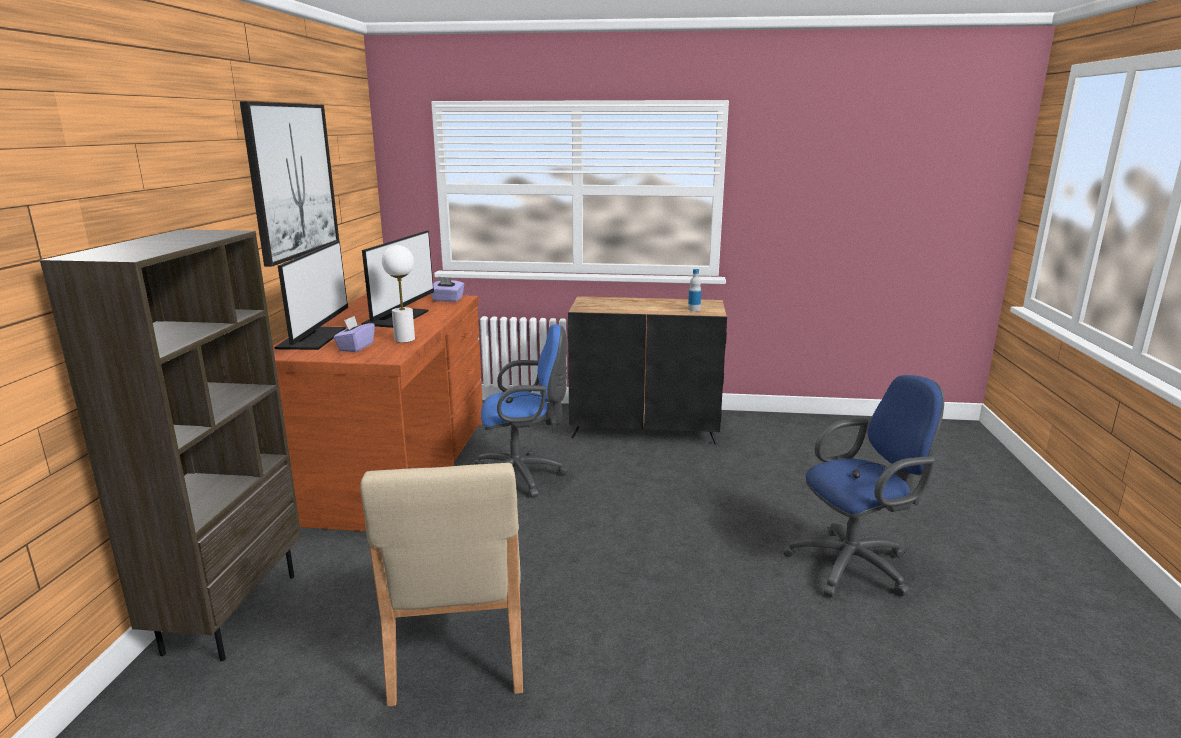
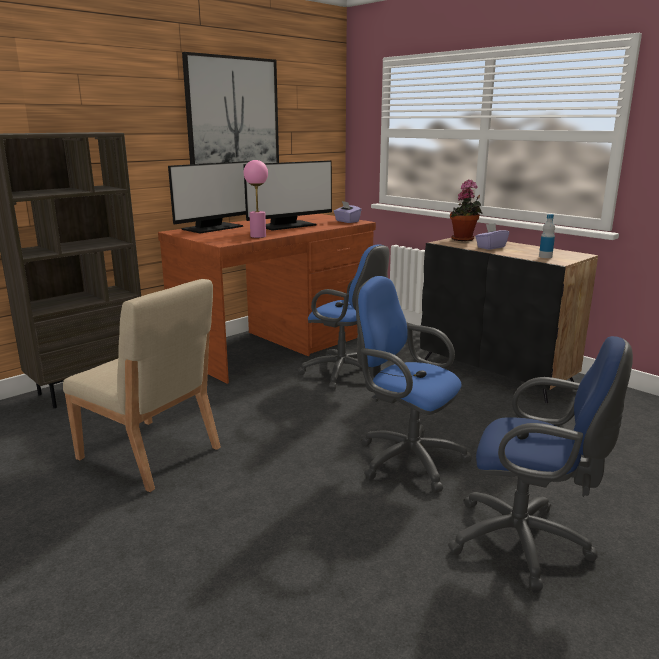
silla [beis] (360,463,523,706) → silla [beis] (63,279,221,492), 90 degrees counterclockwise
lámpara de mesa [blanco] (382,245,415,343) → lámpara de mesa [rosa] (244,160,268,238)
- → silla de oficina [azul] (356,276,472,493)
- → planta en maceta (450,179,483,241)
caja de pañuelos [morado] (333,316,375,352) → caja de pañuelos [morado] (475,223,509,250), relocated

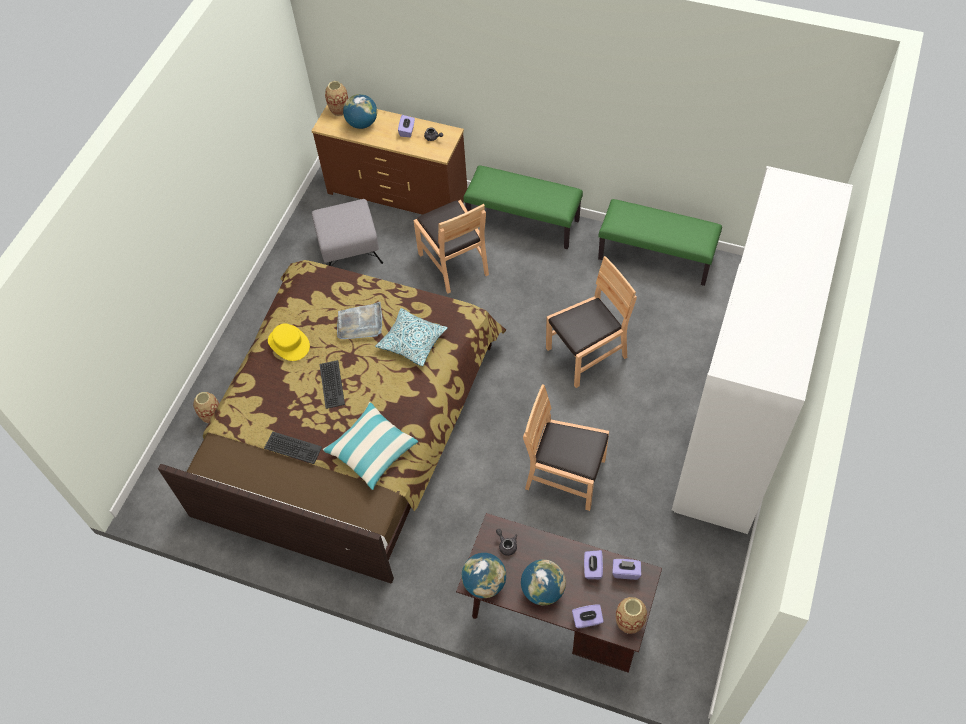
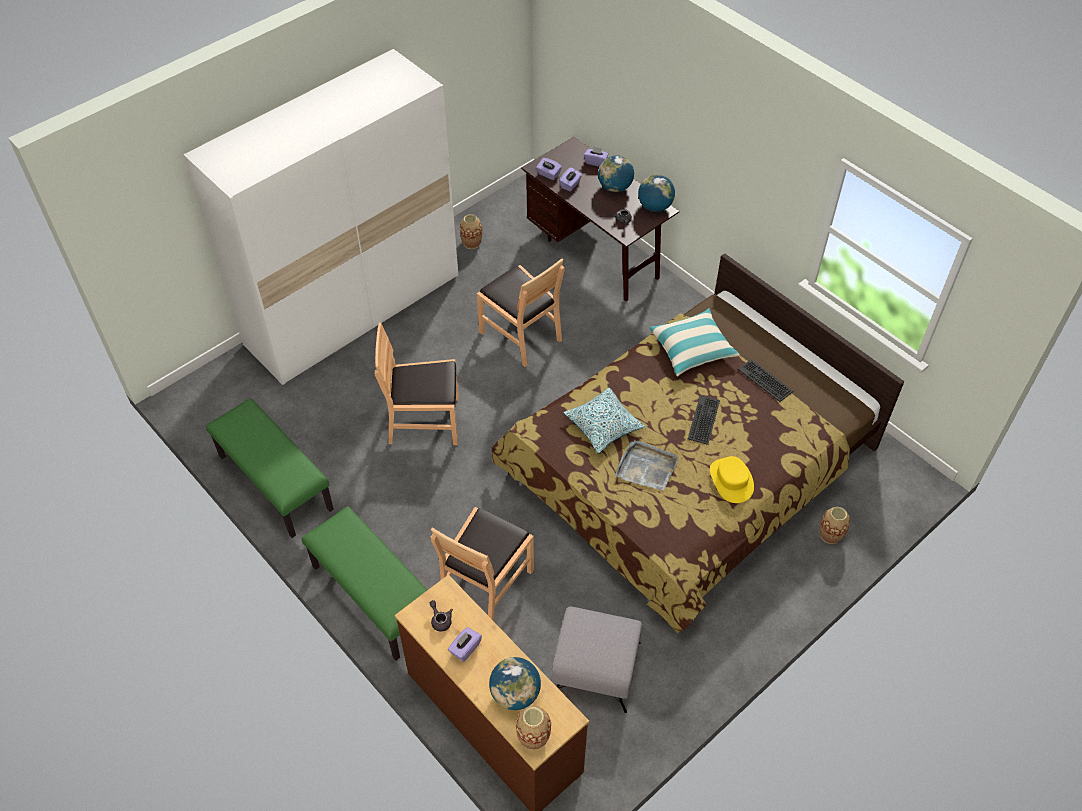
silla [marrón] (413,200,489,293) → silla [marrón] (430,507,534,621), 150 degrees counterclockwise
florero (616,597,647,634) → florero (460,214,482,249), relocated

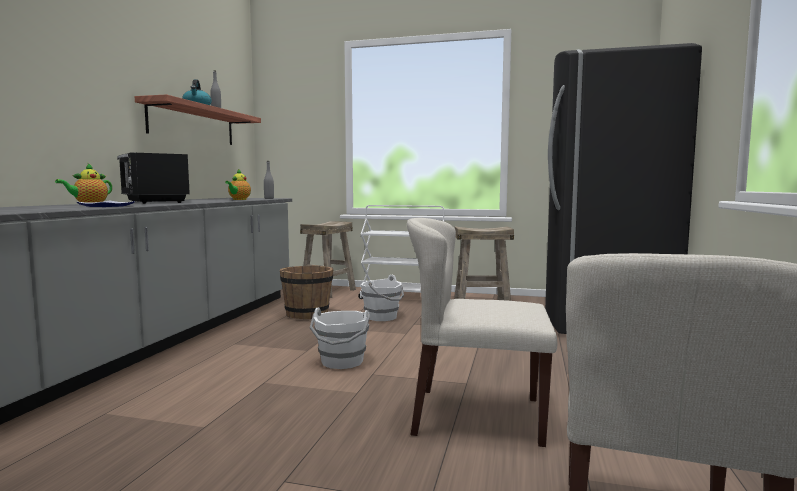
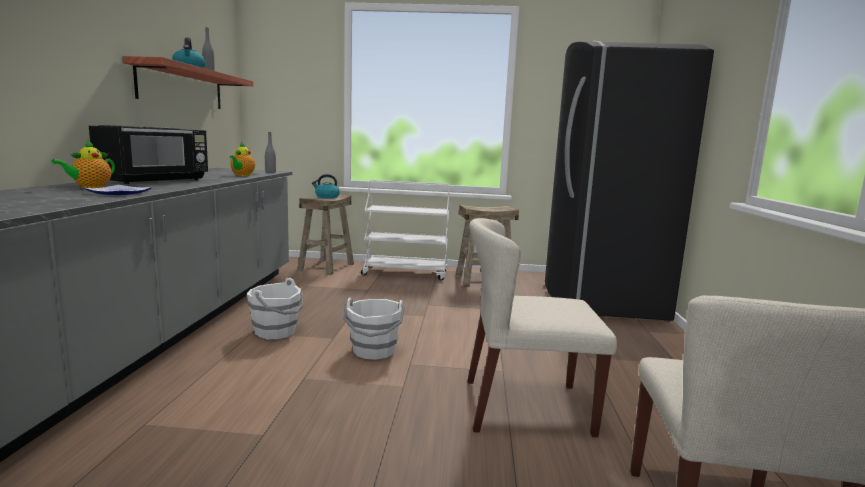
microondas [negro] (117,152,190,204) → microondas [negro] (89,125,208,184), 105 degrees counterclockwise
cubo [blanco] (361,275,404,321) → cubo [blanco] (247,278,304,339), relocated
- → hervidor (312,174,340,198)
cubo [marrón] (280,265,333,319) → -

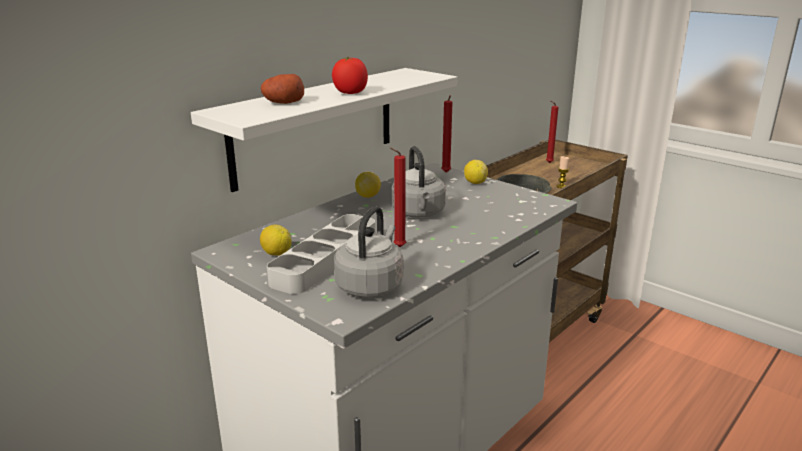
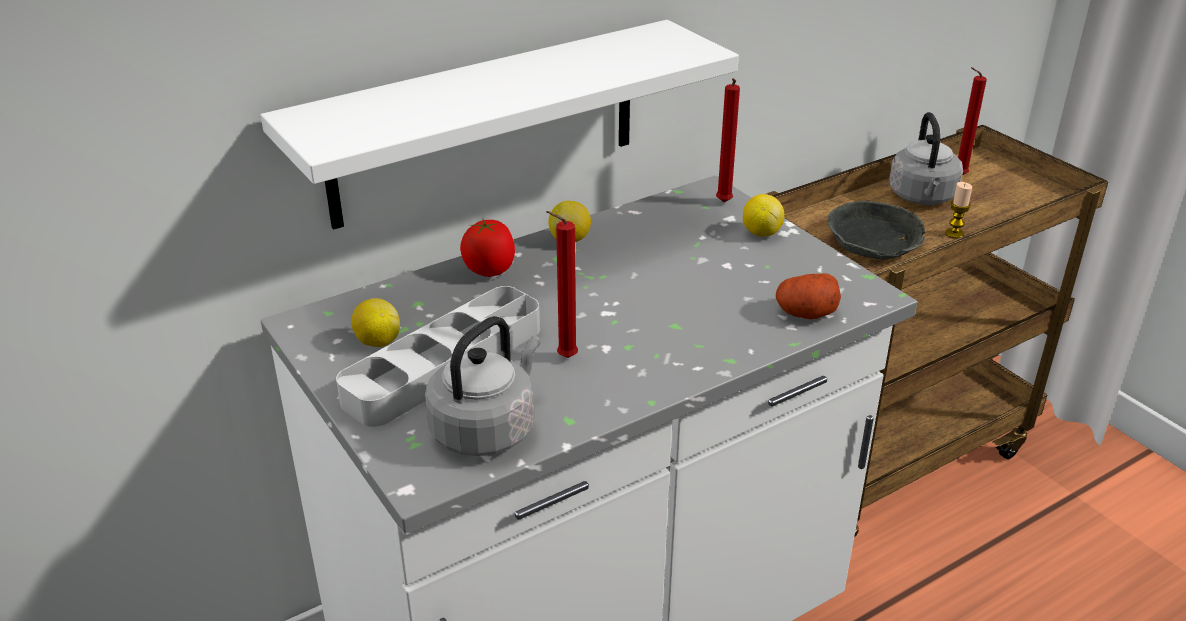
tomate (332,57,368,94) → tomate (460,219,515,277), relocated
patata (261,74,304,104) → patata (776,273,841,319), relocated
hervidor [gris] (392,146,446,218) → hervidor [gris] (889,112,963,205), relocated

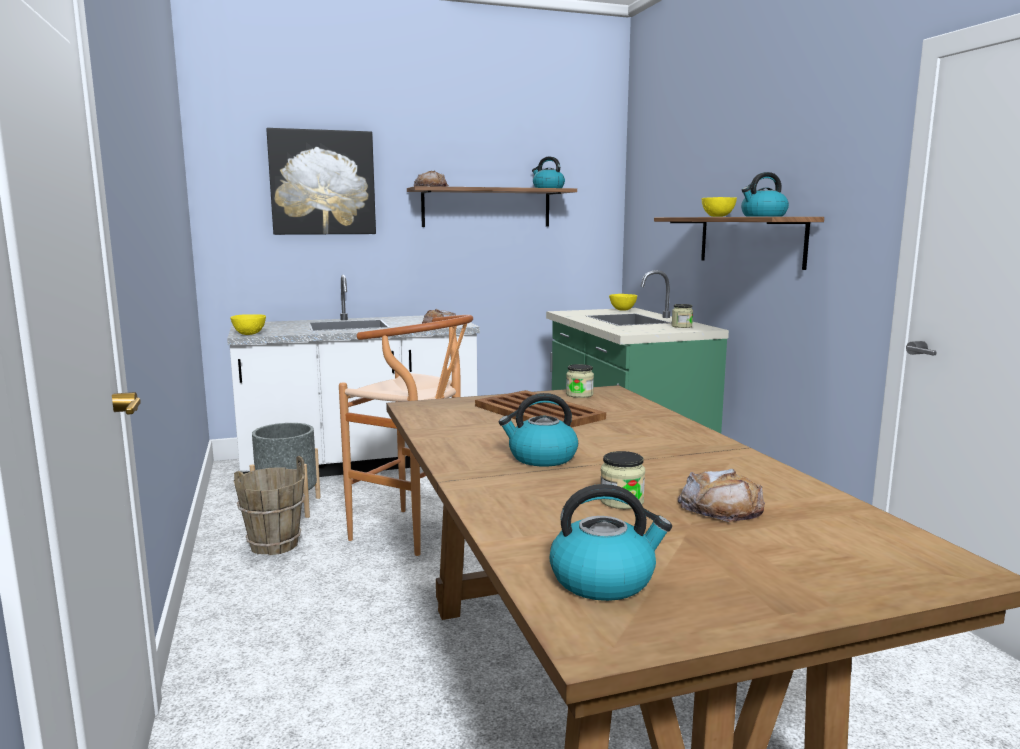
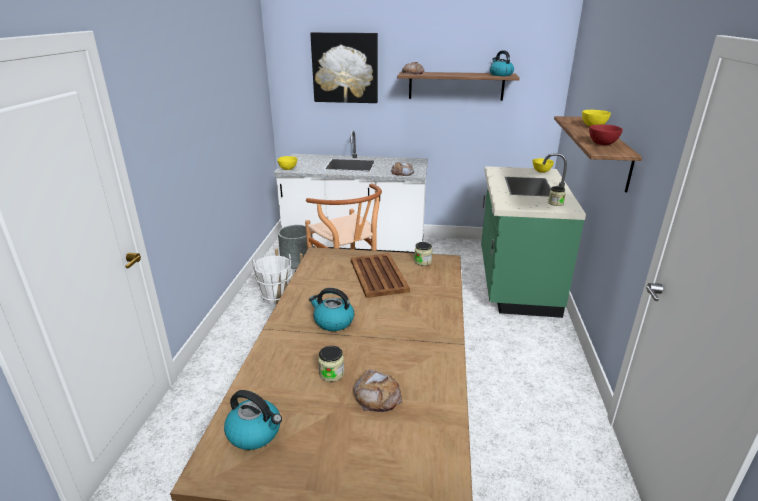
cubo [marrón] (234,456,305,555) → cubo [blanco] (252,254,292,305)
hervidor (741,172,789,217) → cuenco [rojo] (589,125,623,145)

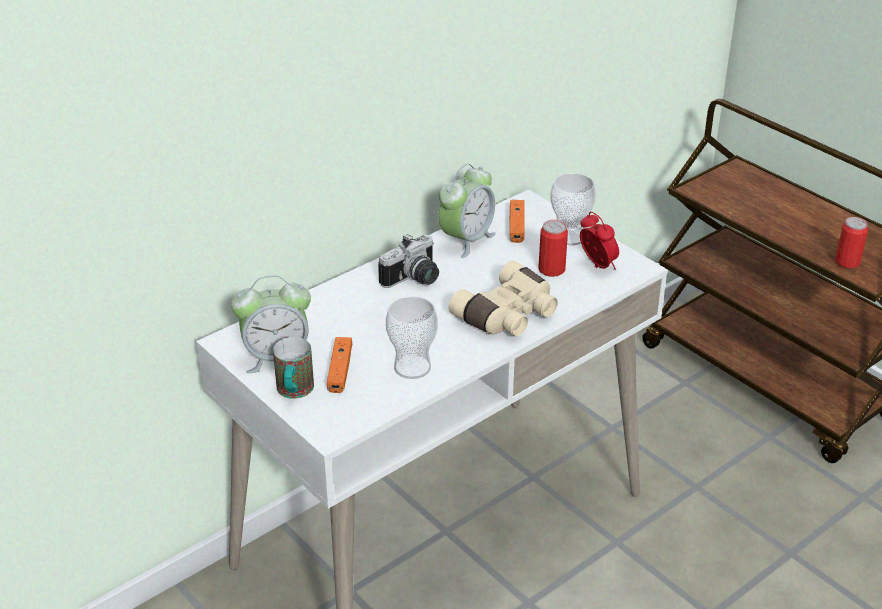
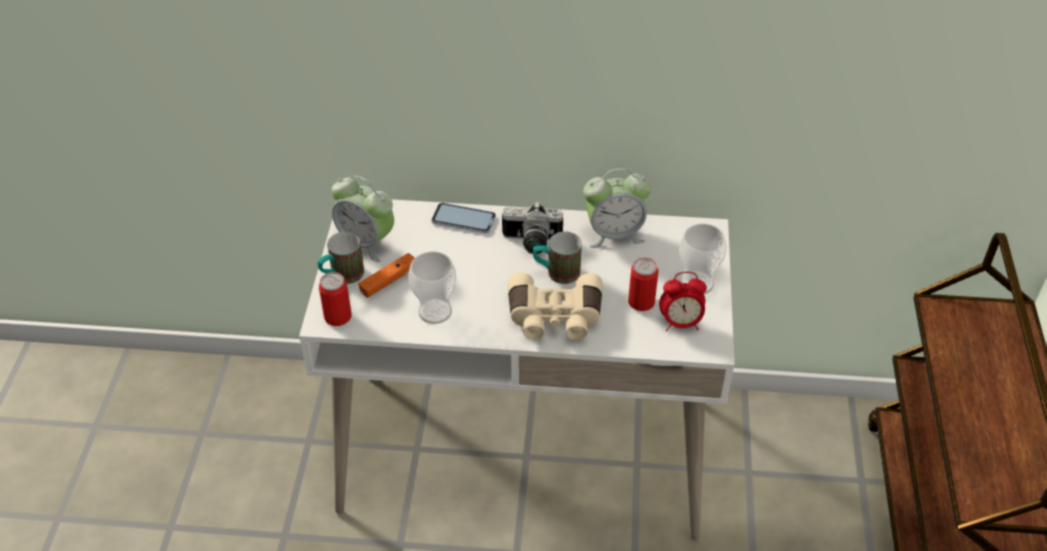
lata (835,217,868,268) → lata (319,272,351,326), relocated
- → móvil (431,203,496,234)
- → taza grande (533,232,582,284)
despertador (580,212,619,270) → despertador (659,272,707,331), 75 degrees clockwise
mando de consola [naranja] (510,200,525,243) → -

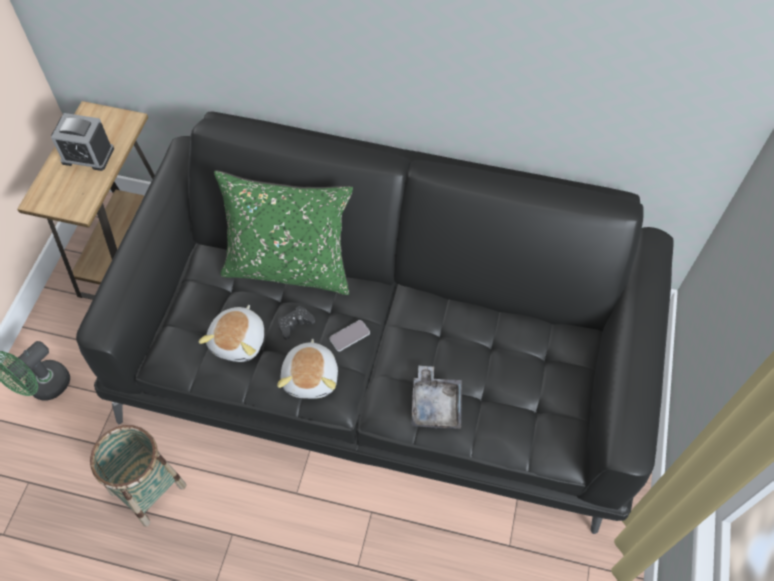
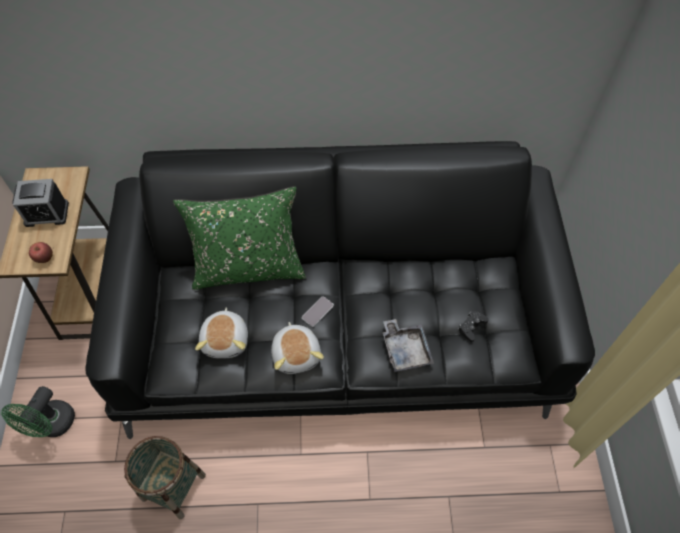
- → manzana (29,242,53,263)
mando de consola [negro] (278,306,315,340) → mando de consola [negro] (458,311,489,342), relocated

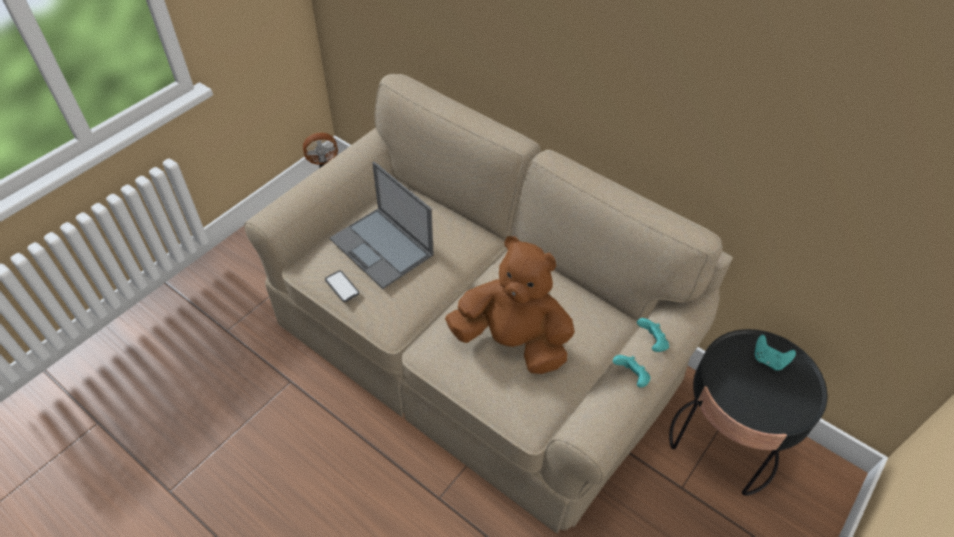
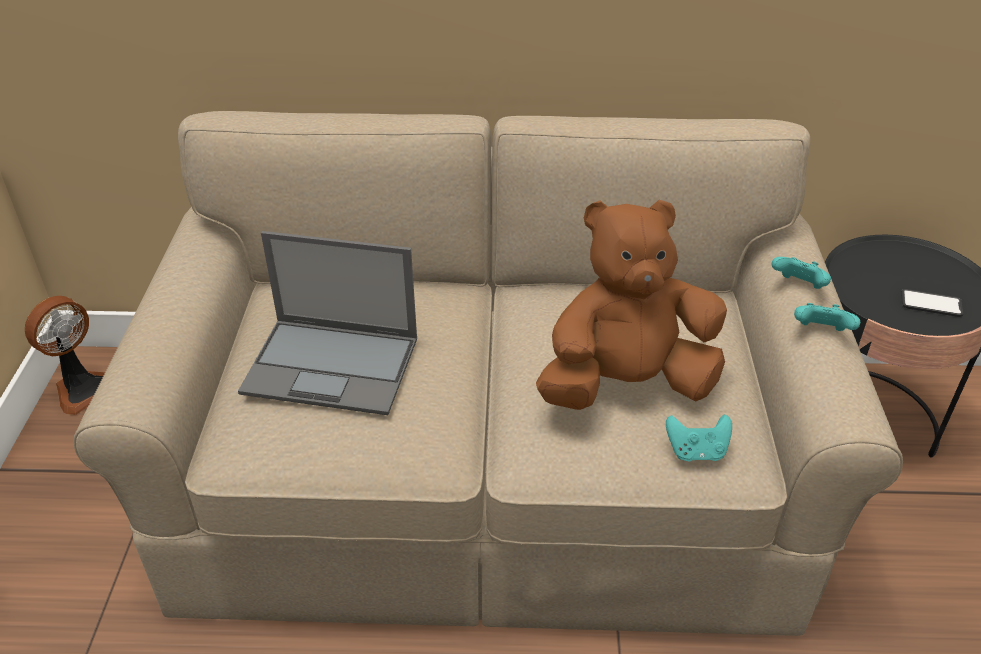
mando de consola [turquesa] (754,335,796,371) → mando de consola [turquesa] (666,415,732,461), relocated
móvil (325,270,359,302) → móvil (901,289,964,317), relocated

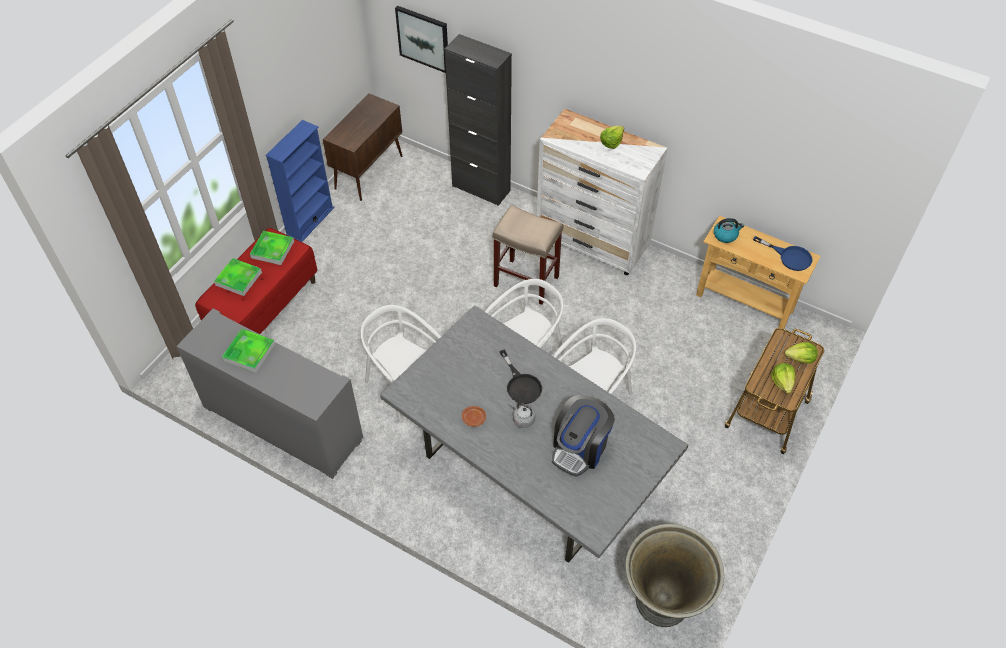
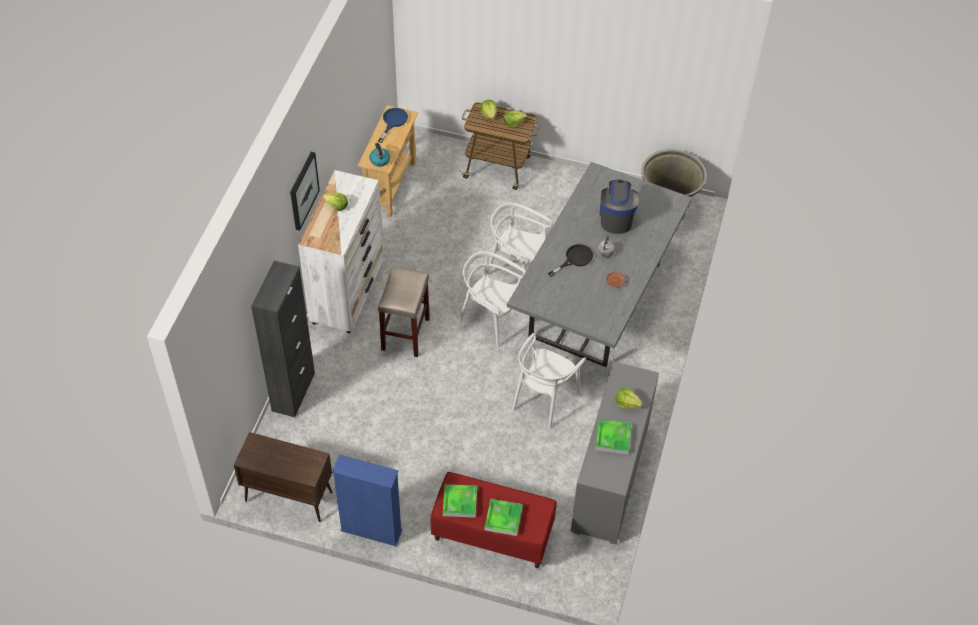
cuadro (395,6,448,73) → cuadro (290,152,320,231), relocated
cafetera (552,395,615,477) → cafetera (600,179,639,234), 105 degrees counterclockwise
- → lechuga (615,388,643,409)

